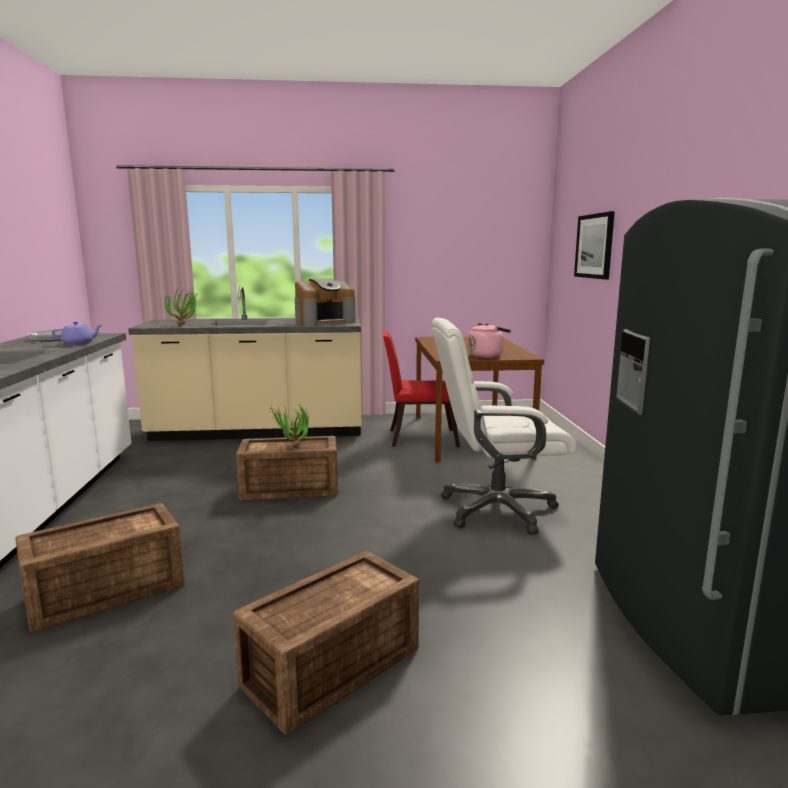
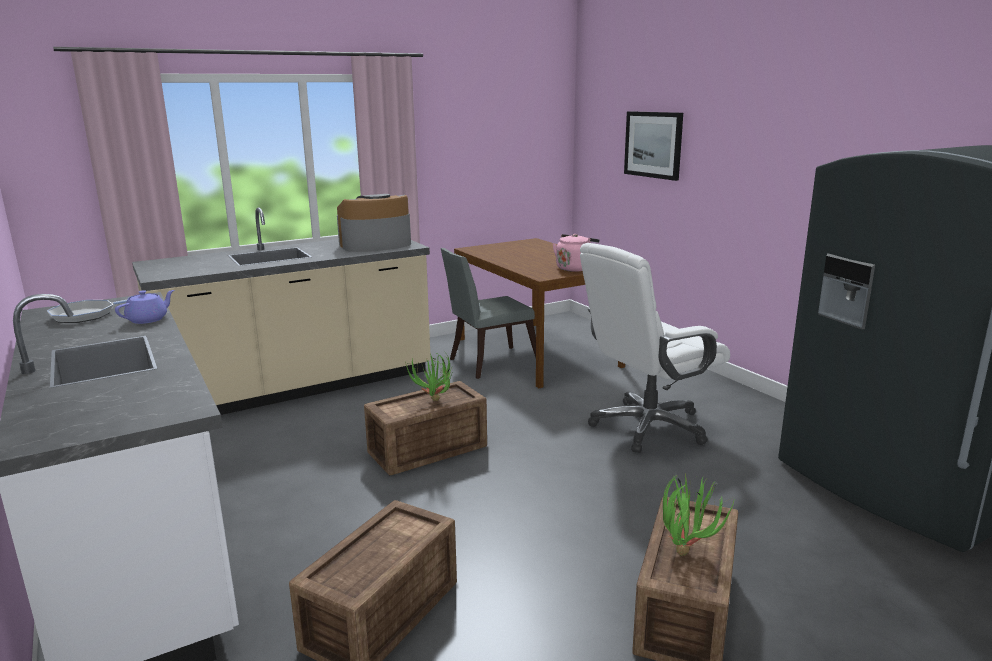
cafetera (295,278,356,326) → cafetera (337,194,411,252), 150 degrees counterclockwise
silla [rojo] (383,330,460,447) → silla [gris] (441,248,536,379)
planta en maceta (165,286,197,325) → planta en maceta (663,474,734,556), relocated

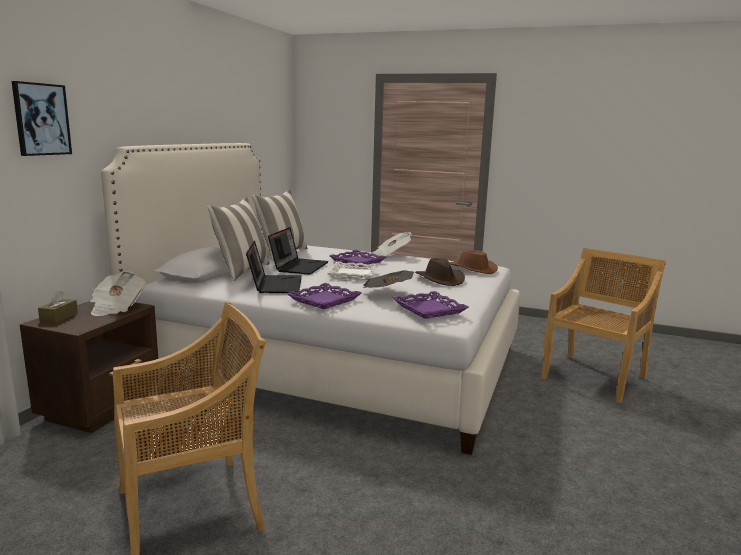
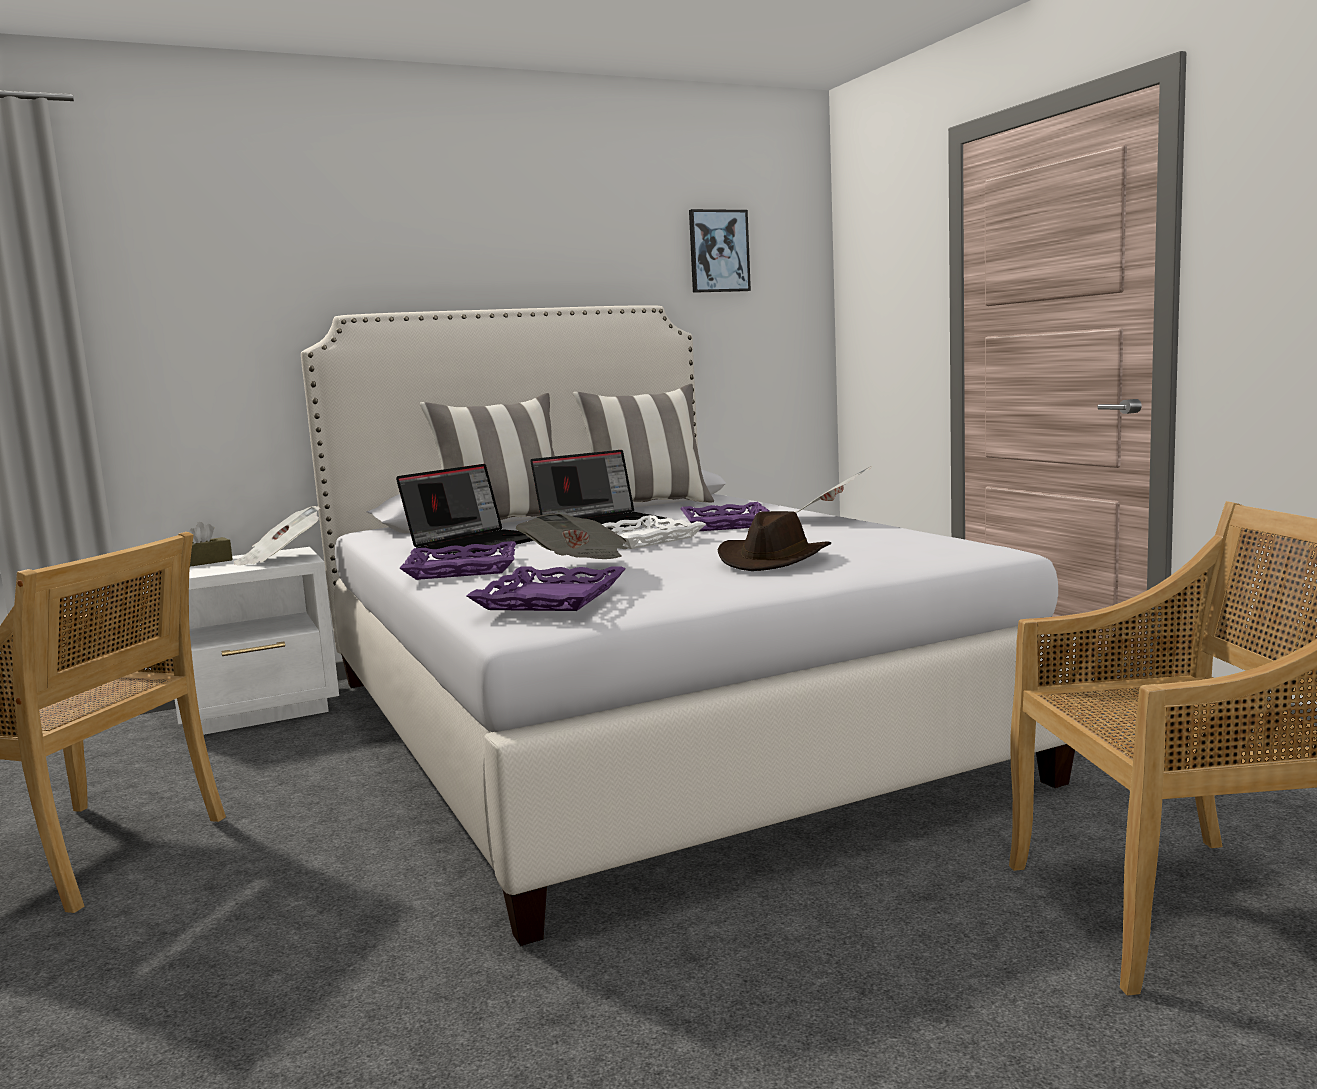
mesita de noche [marrón] (20,301,158,433) → mesita de noche [blanco] (175,547,339,735)
cuadro (11,81,72,156) → cuadro (689,209,751,293), relocated
sombrero [marrón] (449,250,498,274) → -

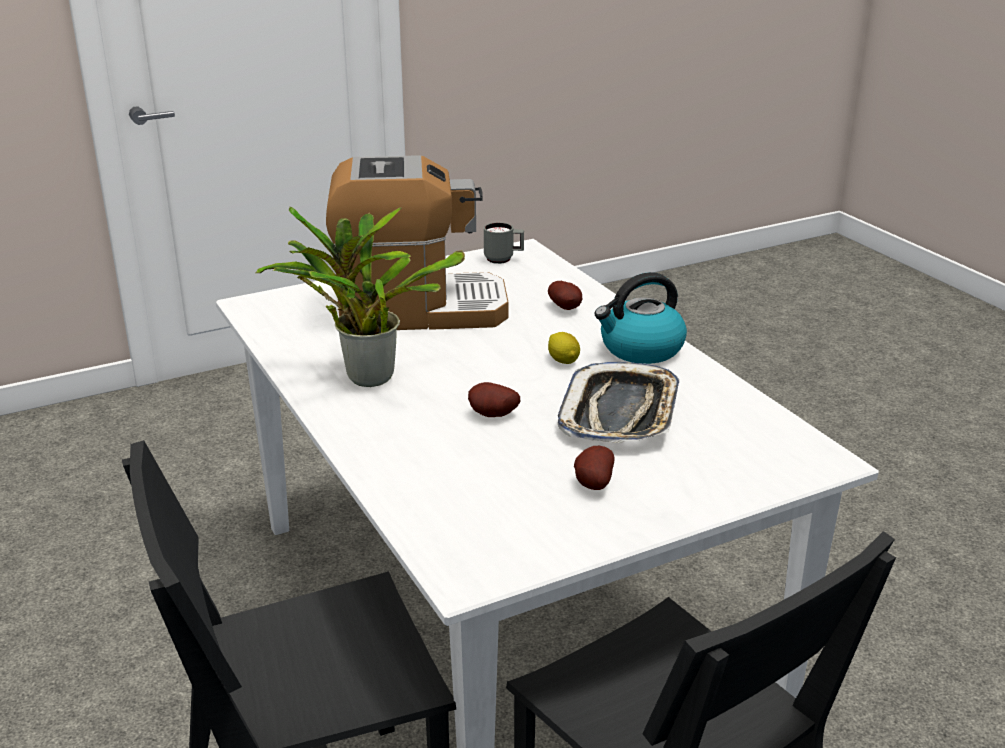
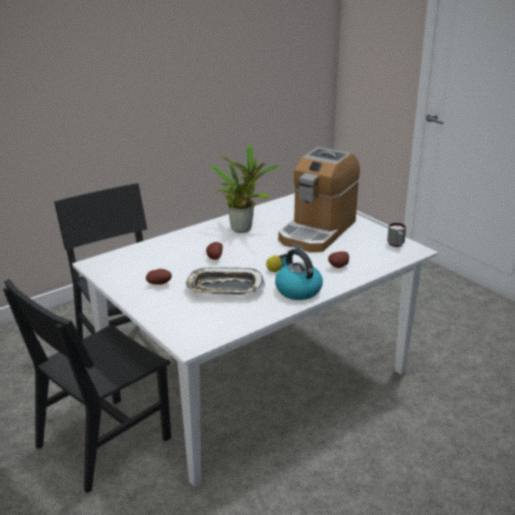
cafetera (326,155,509,330) → cafetera (278,147,360,252), 45 degrees clockwise

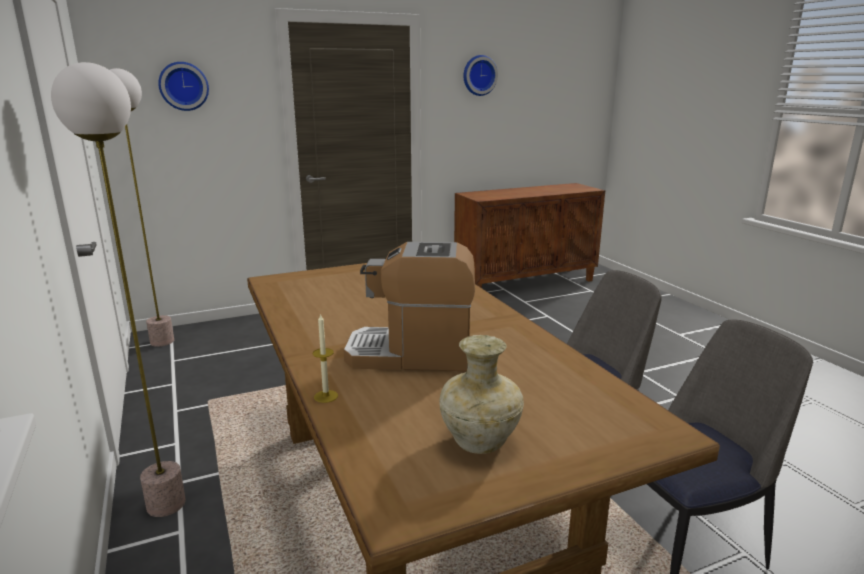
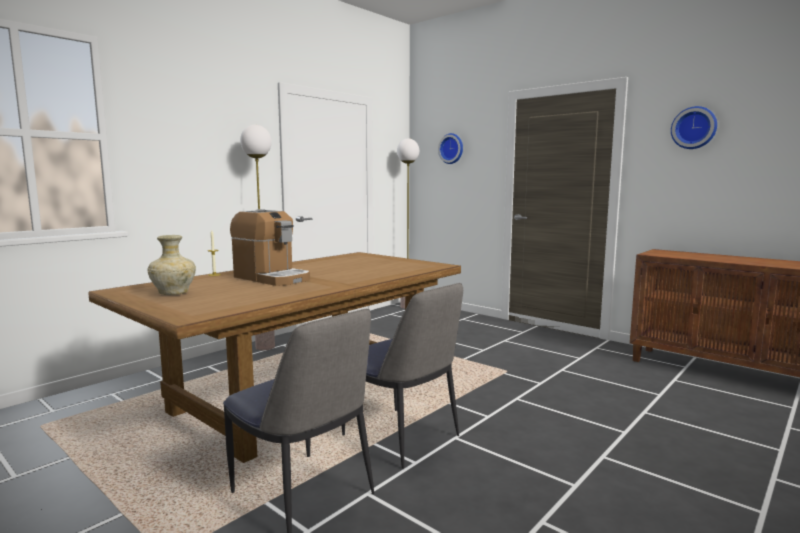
cafetera (344,242,475,371) → cafetera (230,209,310,286), 150 degrees clockwise

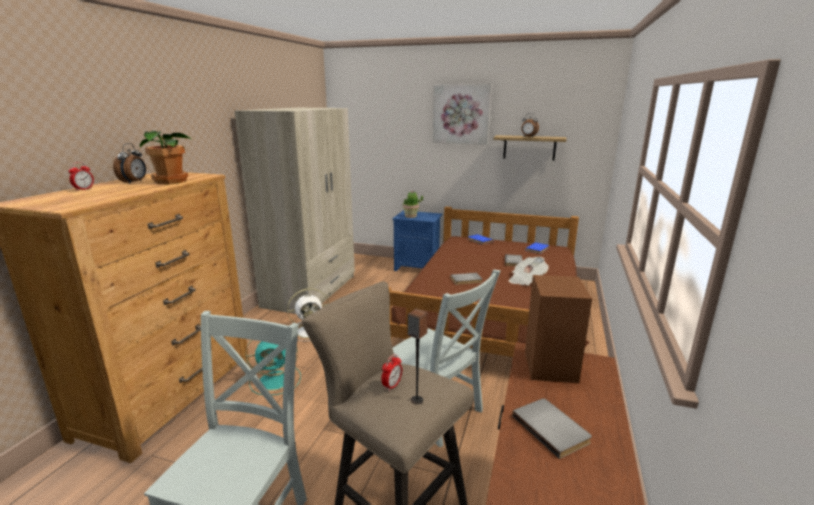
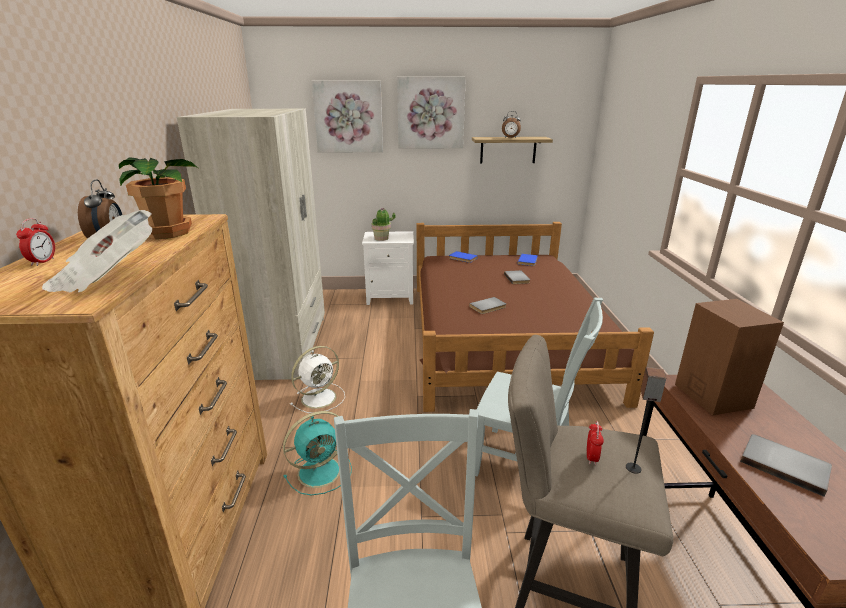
periódico (509,257,549,286) → periódico (42,210,153,292), relocated
- → cuadro (312,81,383,153)
mesita de noche [azul] (392,210,442,271) → mesita de noche [blanco] (362,231,414,305)

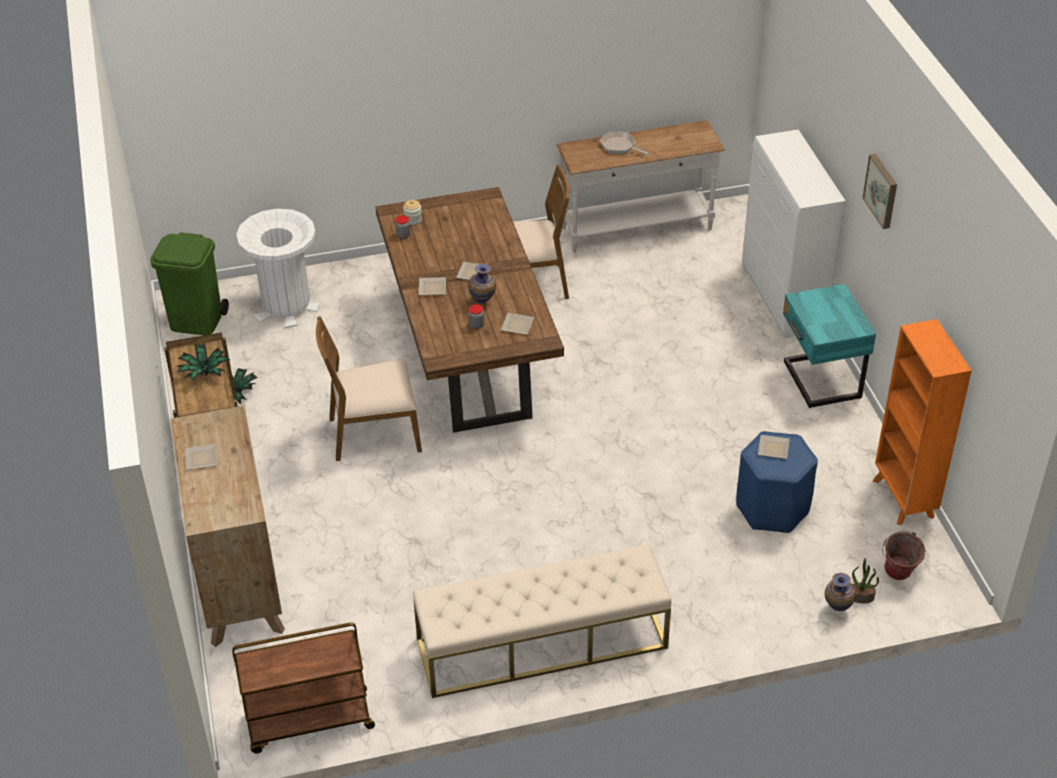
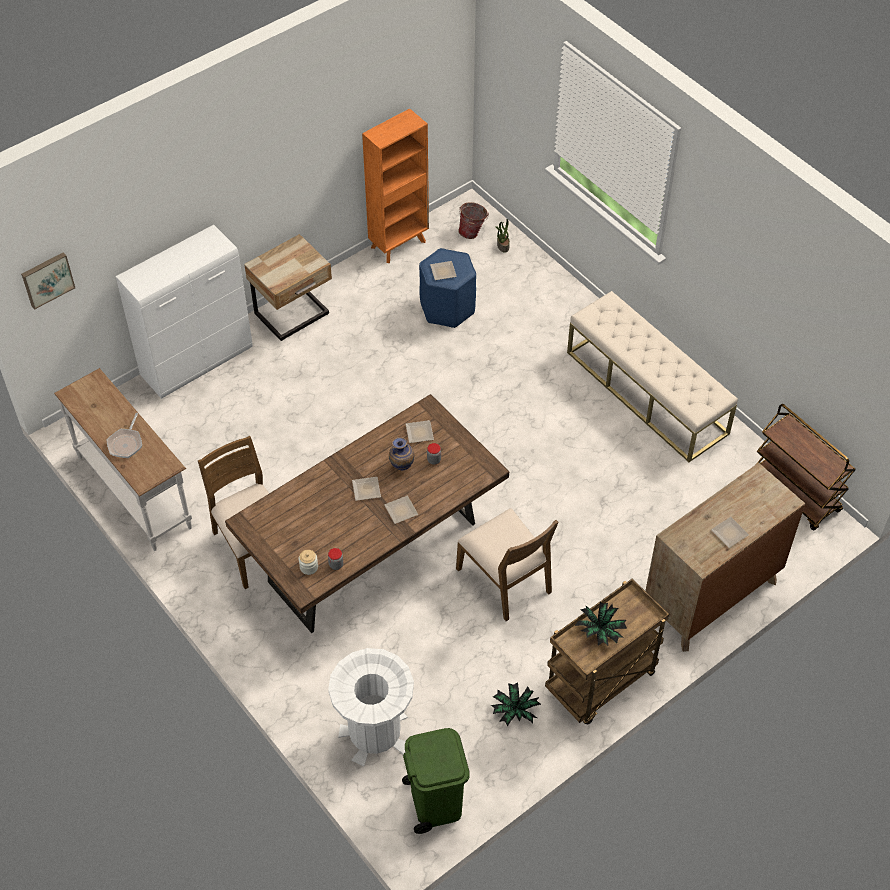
cuadro (863,154,897,229) → cuadro (21,252,75,310), relocated
mesita de noche [turquesa] (783,284,876,408) → mesita de noche [beis] (244,234,332,341)
florero (825,573,856,611) → -

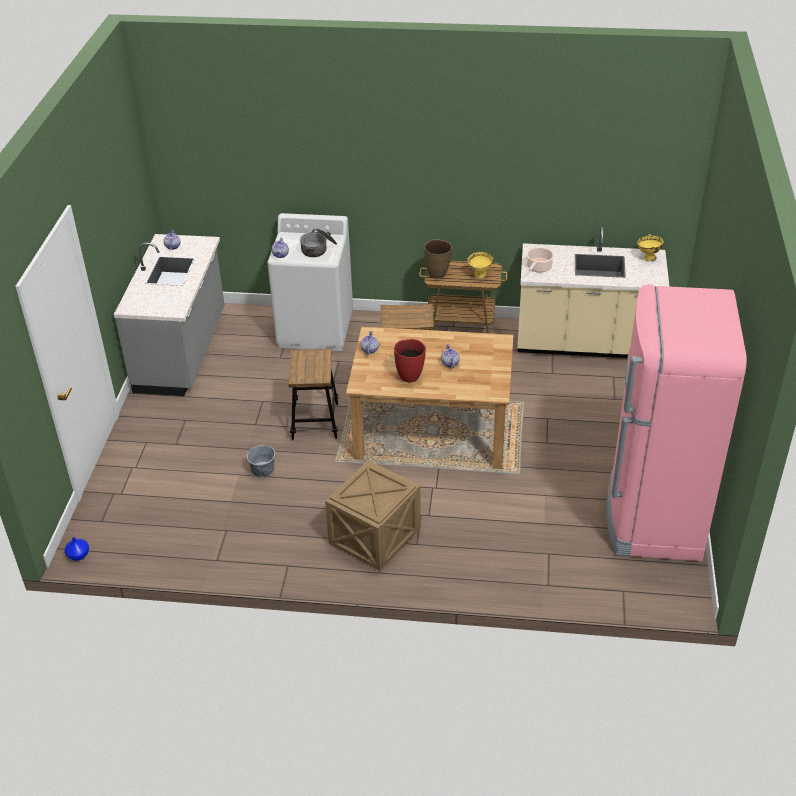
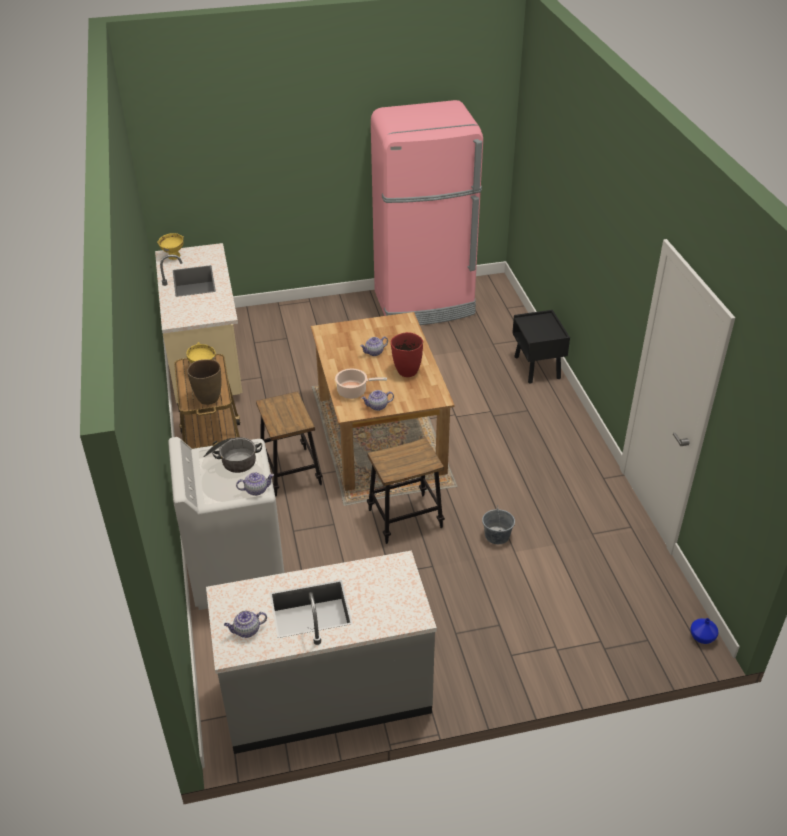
olla (526,247,554,273) → olla (335,369,387,399), relocated
- → mesita de noche [negro] (512,310,570,384)
caja de embalaje (325,460,421,571) → -

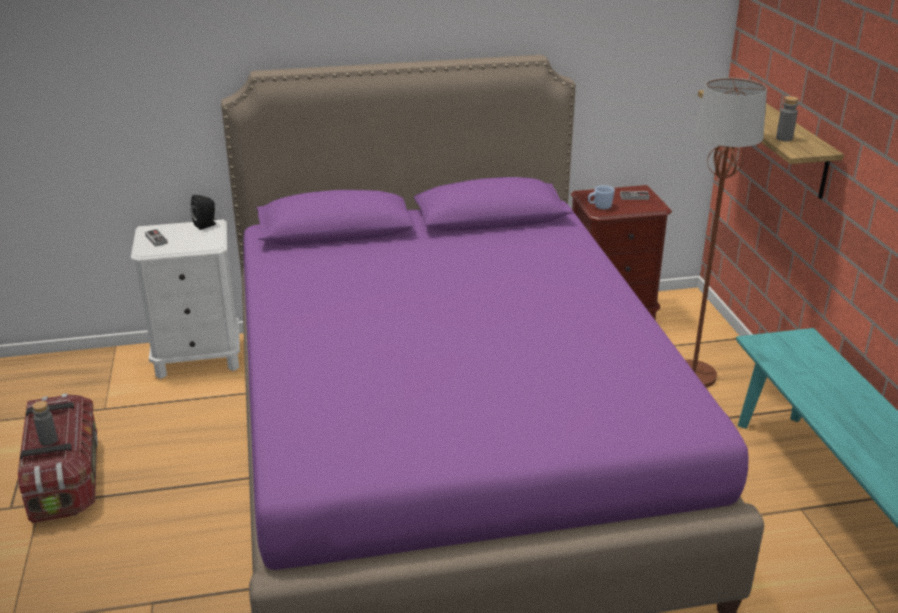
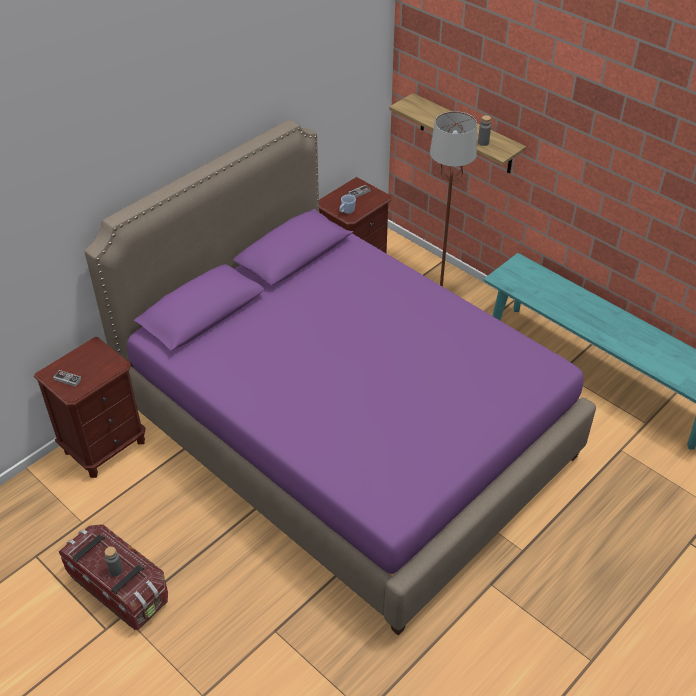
mesita de noche [blanco] (131,219,240,379) → mesita de noche [marrón] (34,336,146,478)
altavoz [negro] (191,195,216,230) → -

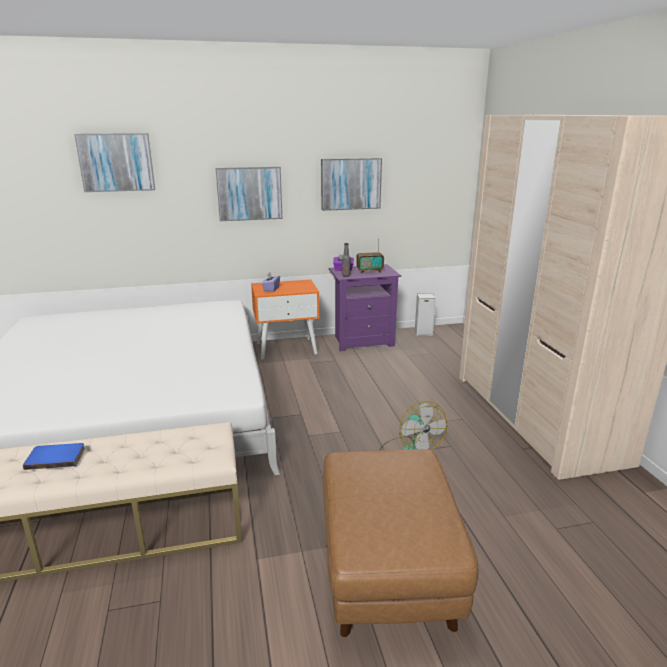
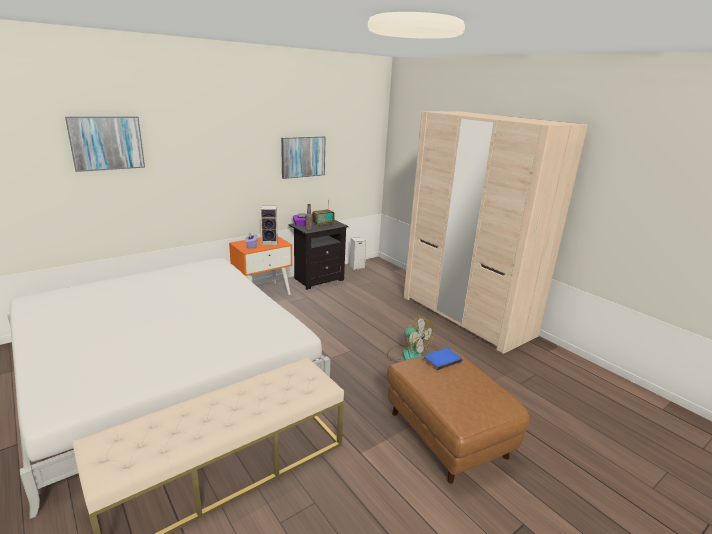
- → altavoz (261,206,278,245)
mesita de noche [morado] (329,264,401,351) → mesita de noche [negro] (289,220,349,290)
libro [azul] (23,443,85,470) → libro [azul] (423,348,463,370), relocated
cuadro (216,167,282,221) → -

